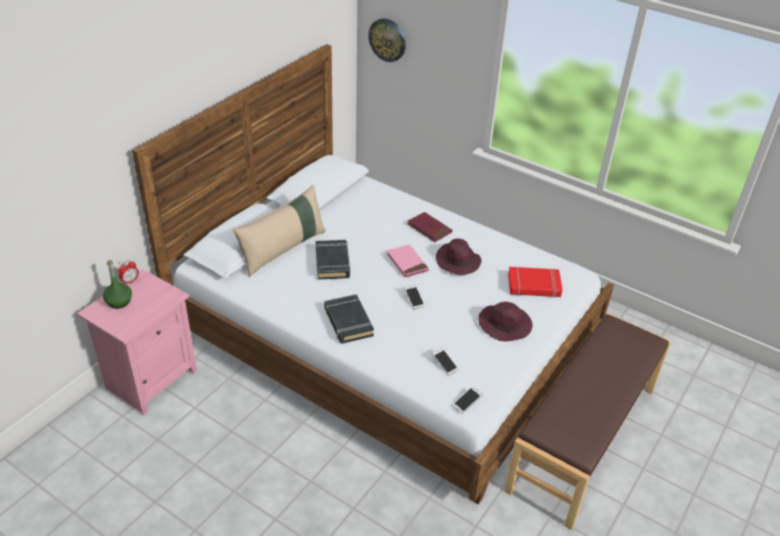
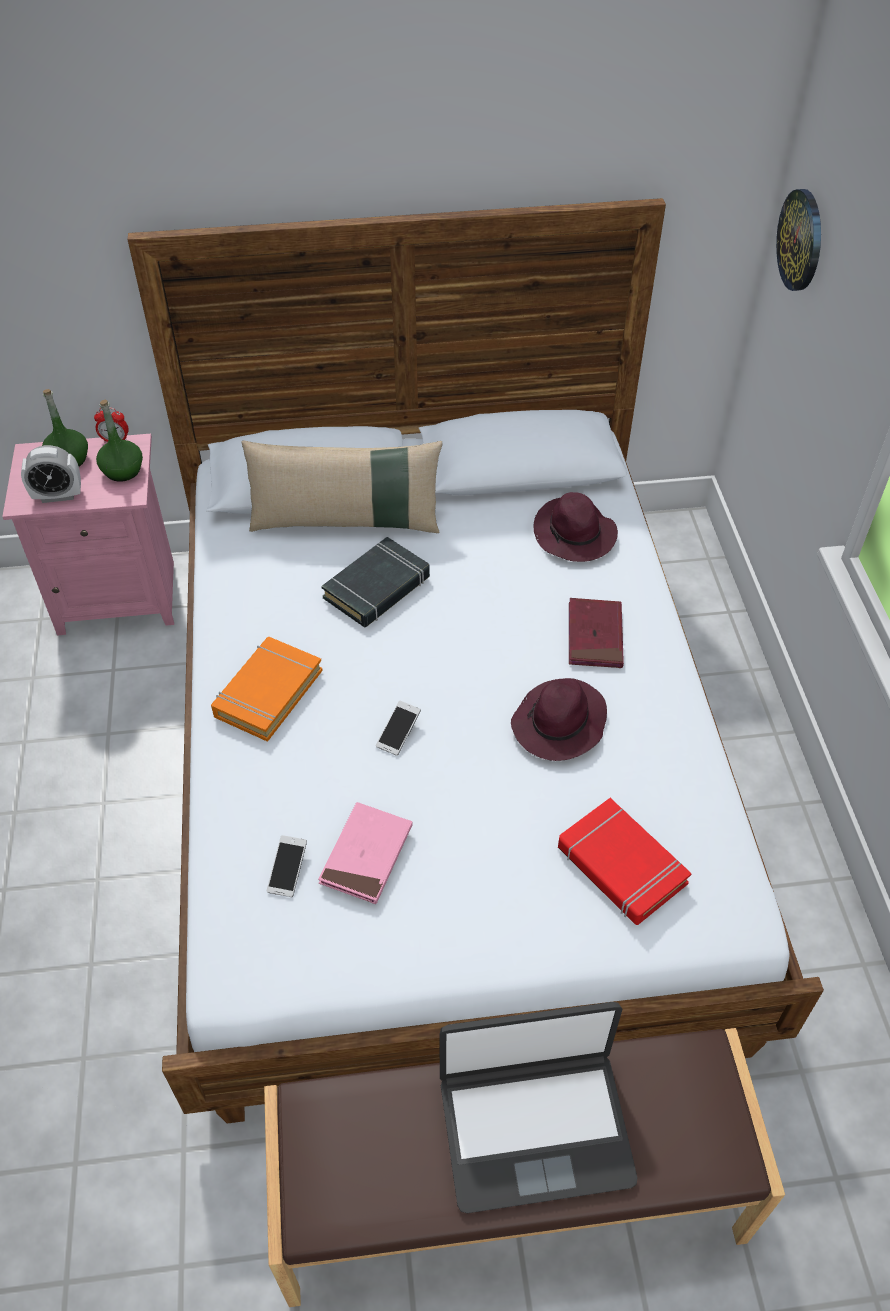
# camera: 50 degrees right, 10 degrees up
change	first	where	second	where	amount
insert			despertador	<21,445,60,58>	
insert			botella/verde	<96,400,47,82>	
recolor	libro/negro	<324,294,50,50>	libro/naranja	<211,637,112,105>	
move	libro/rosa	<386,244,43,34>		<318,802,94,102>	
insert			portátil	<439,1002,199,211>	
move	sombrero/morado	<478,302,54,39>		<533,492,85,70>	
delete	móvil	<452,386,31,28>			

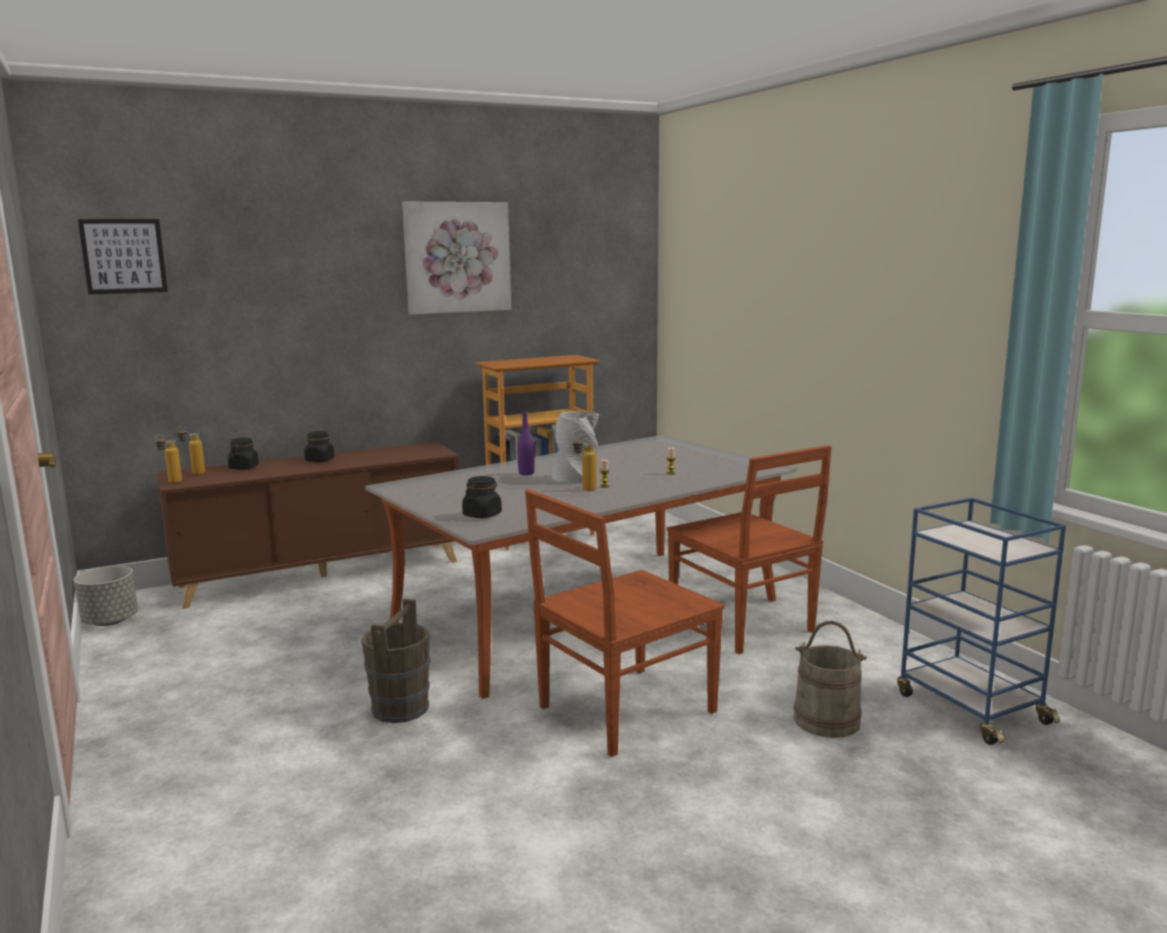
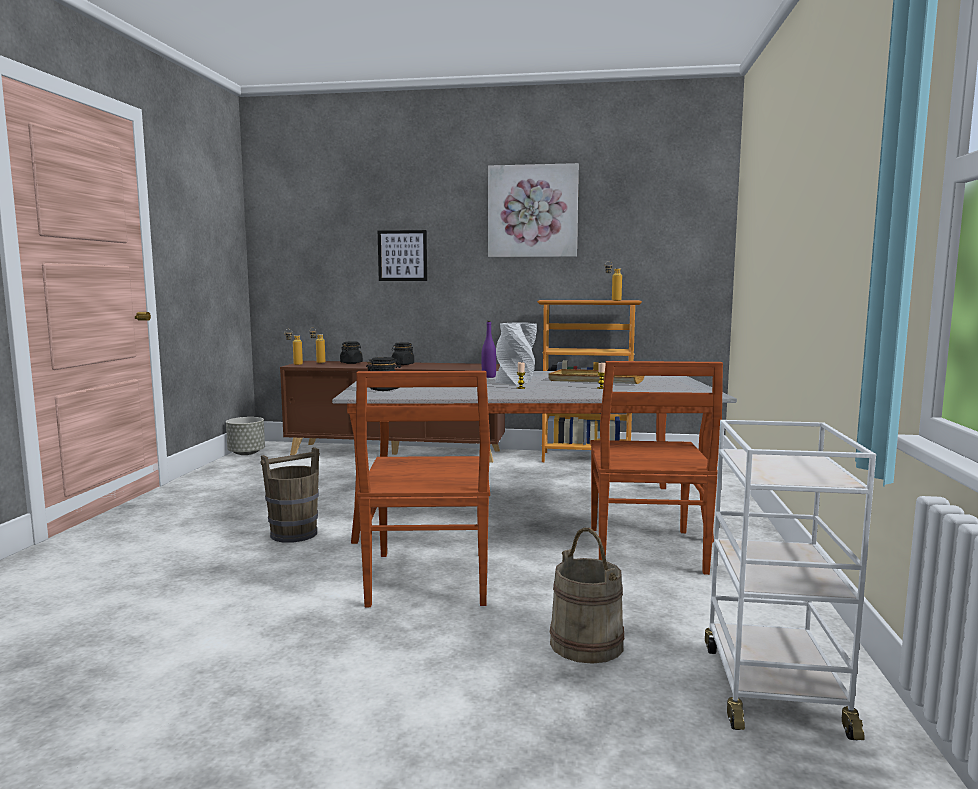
# camera: 35 degrees right, 5 degrees down
change	first	where	second	where	amount
rotate	silla/marrón	<525,489,200,268>		<356,371,134,236>	90 degrees counterclockwise
move	cuadro	<78,219,90,76>		<378,230,49,51>	
insert			bandeja/beis	<548,369,97,15>	
move	botella	<572,435,25,56>		<604,261,18,40>	
recolor	carrito/azul	<897,498,169,247>	carrito/blanco	<705,420,171,320>	

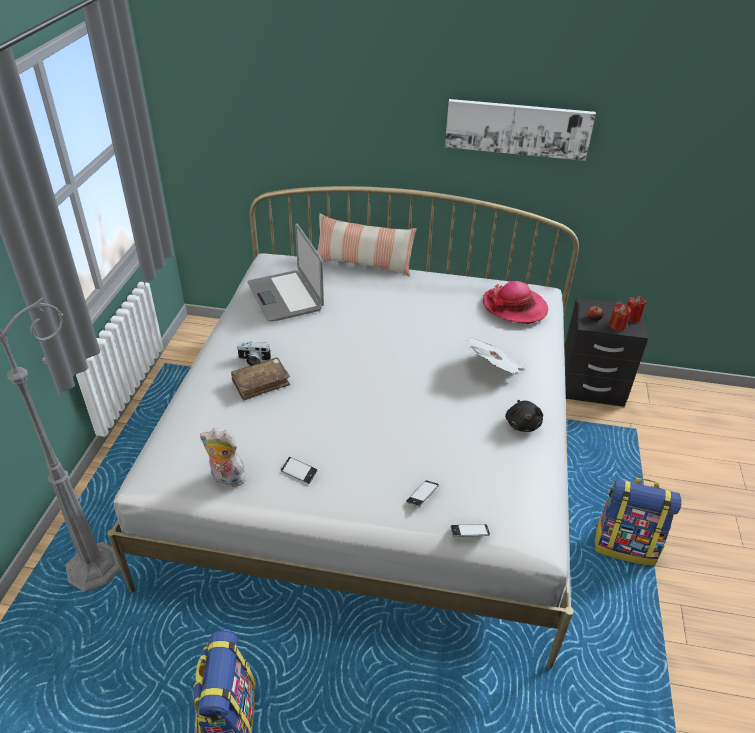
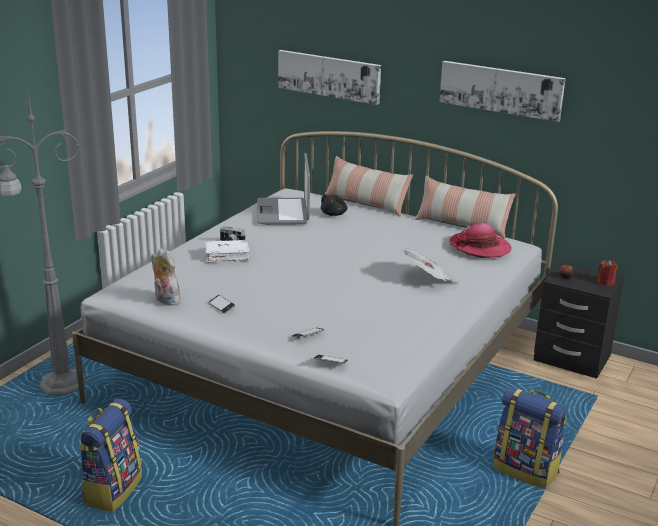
# camera: 20 degrees right, 15 degrees down
change	first	where	second	where	amount
recolor	libro/marrón	<231,358,59,43>	libro/blanco	<205,240,45,23>	
insert			cuadro	<278,50,103,55>	
move	peluche/negro	<505,400,38,32>		<321,194,26,22>	
insert			cojín	<415,176,101,63>	
delete	vela/rojo	<609,302,22,29>			

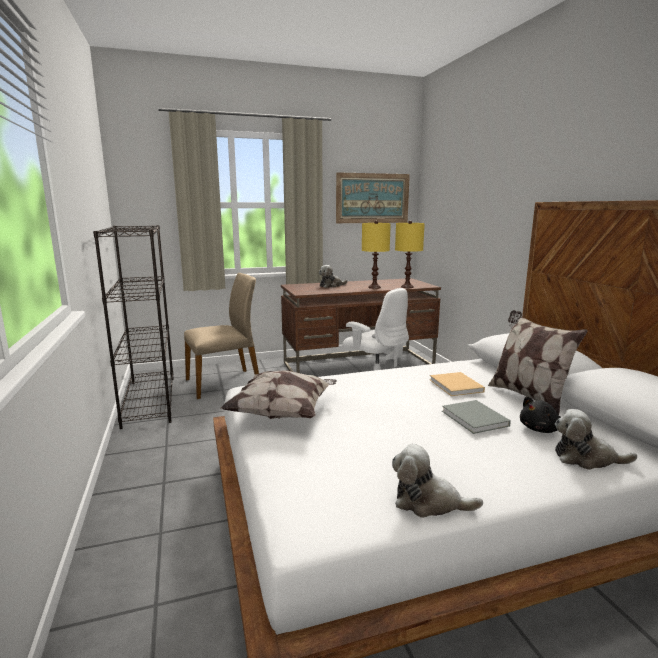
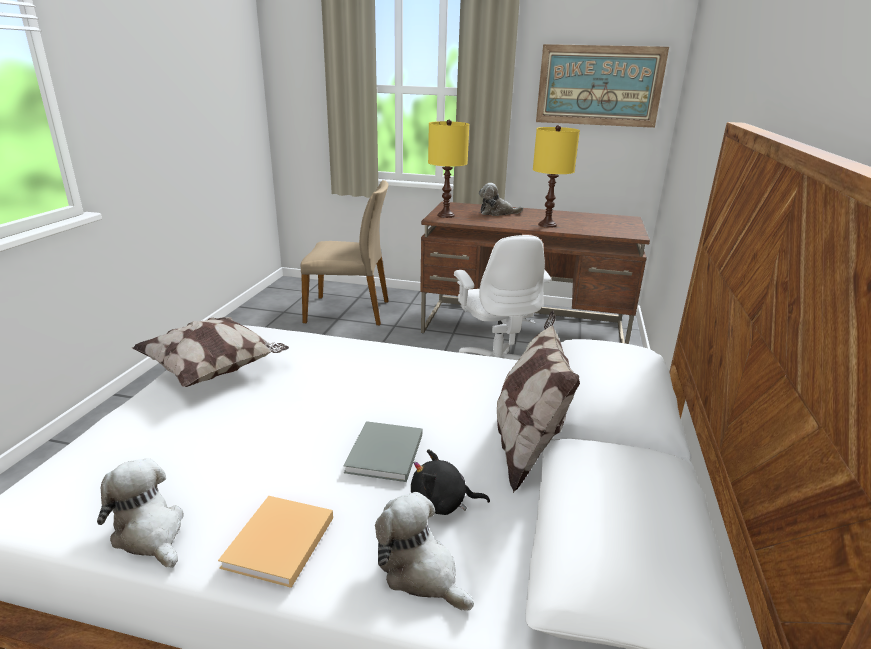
# camera: 30 degrees right, 10 degrees up
change	first	where	second	where	amount
move	libro/beis	<430,372,55,24>		<218,496,115,92>	
move	lámpara de mesa/amarillo	<395,221,30,67>		<428,119,41,99>	
delete	estantería/negro	<93,225,81,204>			

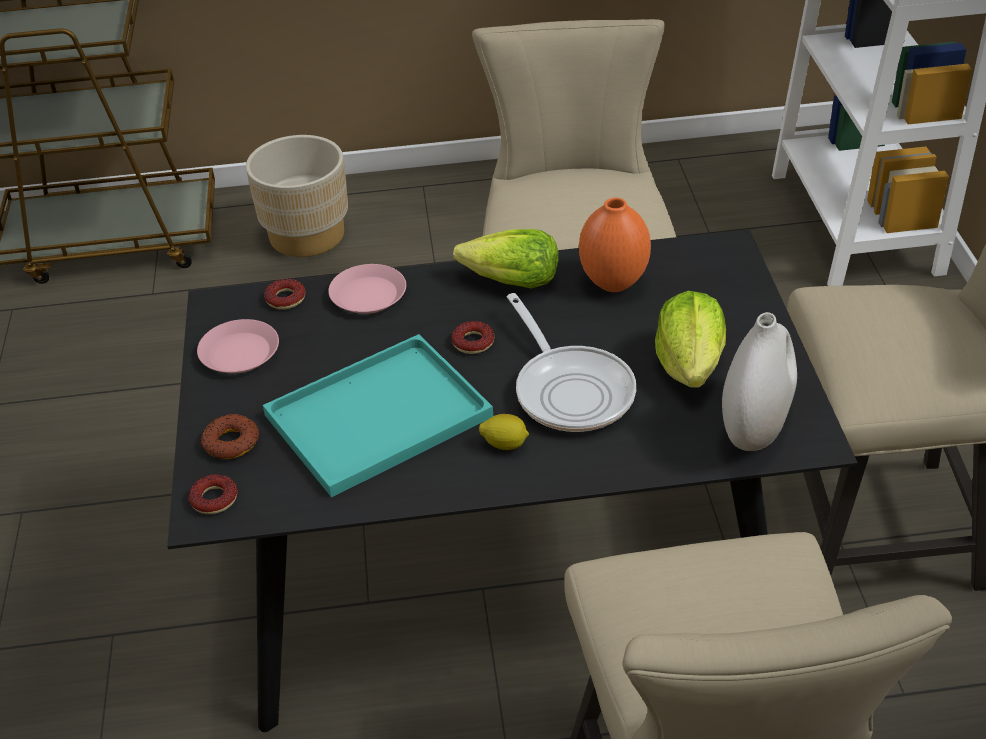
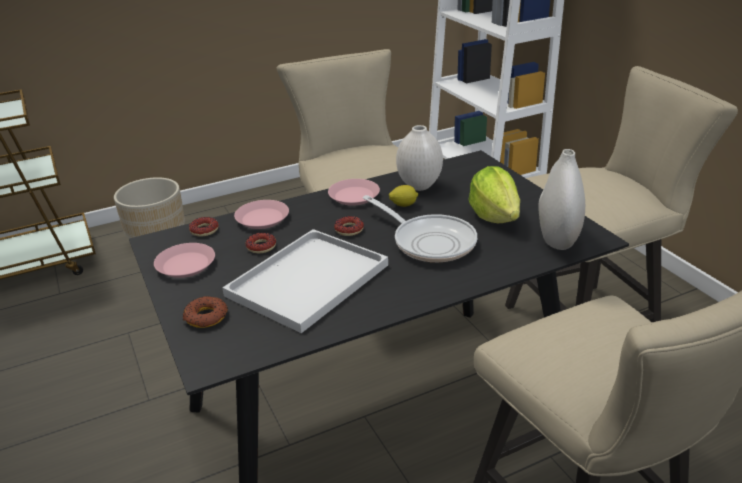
# camera: 20 degrees left, 10 degrees down
change	first	where	second	where	amount
recolor	bandeja/turquesa	<263,334,230,163>	bandeja/blanco	<222,229,166,104>	
move	rosquilla	<189,474,49,40>		<245,232,31,22>	
replace	lechuga	<453,229,105,60>	plato/rosa	<328,179,52,27>	
move	limón	<479,414,50,36>		<389,185,29,22>	
recolor	florero/naranja	<579,197,72,95>	florero/blanco	<396,125,47,66>	

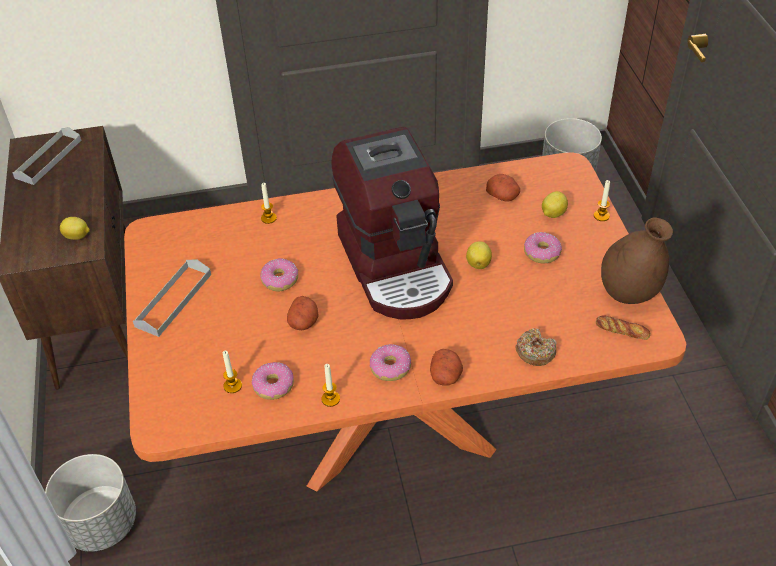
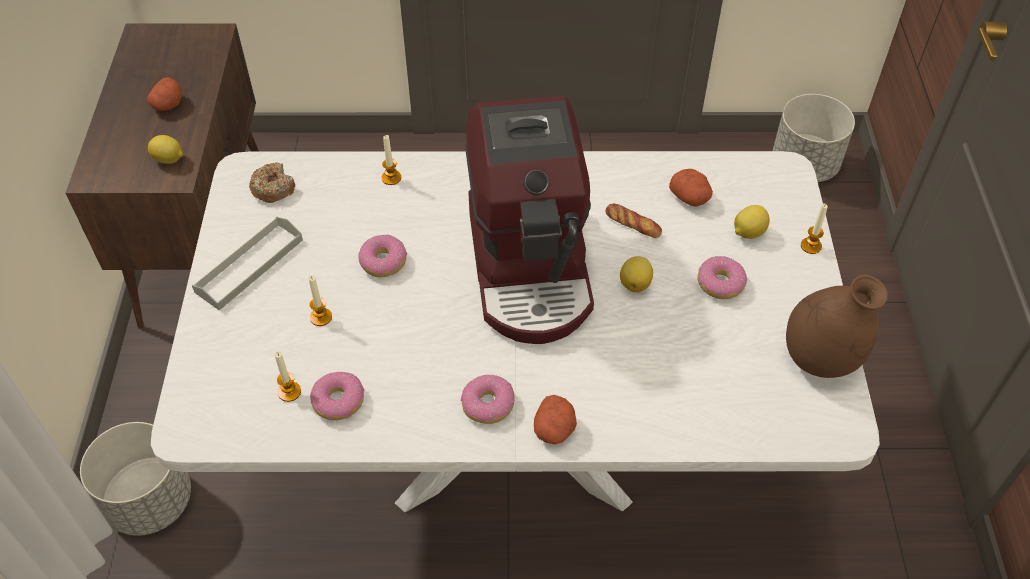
# camera: 10 degrees right, 5 degrees up
change	first	where	second	where	amount
move	patata	<287,296,32,34>		<147,77,35,34>	
recolor	mesa de comedor/naranja	<124,152,562,340>	mesa de comedor/blanco	<151,151,729,361>	
move	rosquilla	<515,328,41,38>		<249,162,46,41>	
move	vela	<321,364,19,43>		<309,276,23,50>	
move	pan	<596,316,54,24>		<605,204,57,34>	
delete	bandeja/gris	<12,127,69,58>			

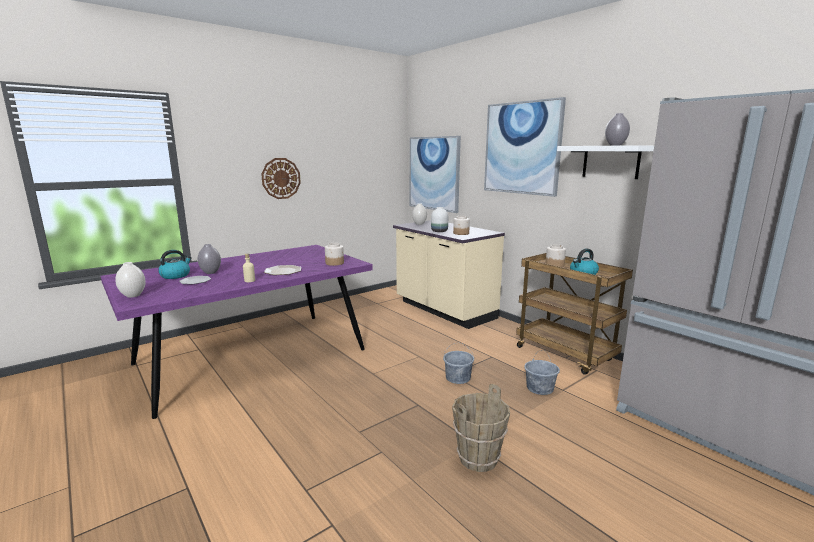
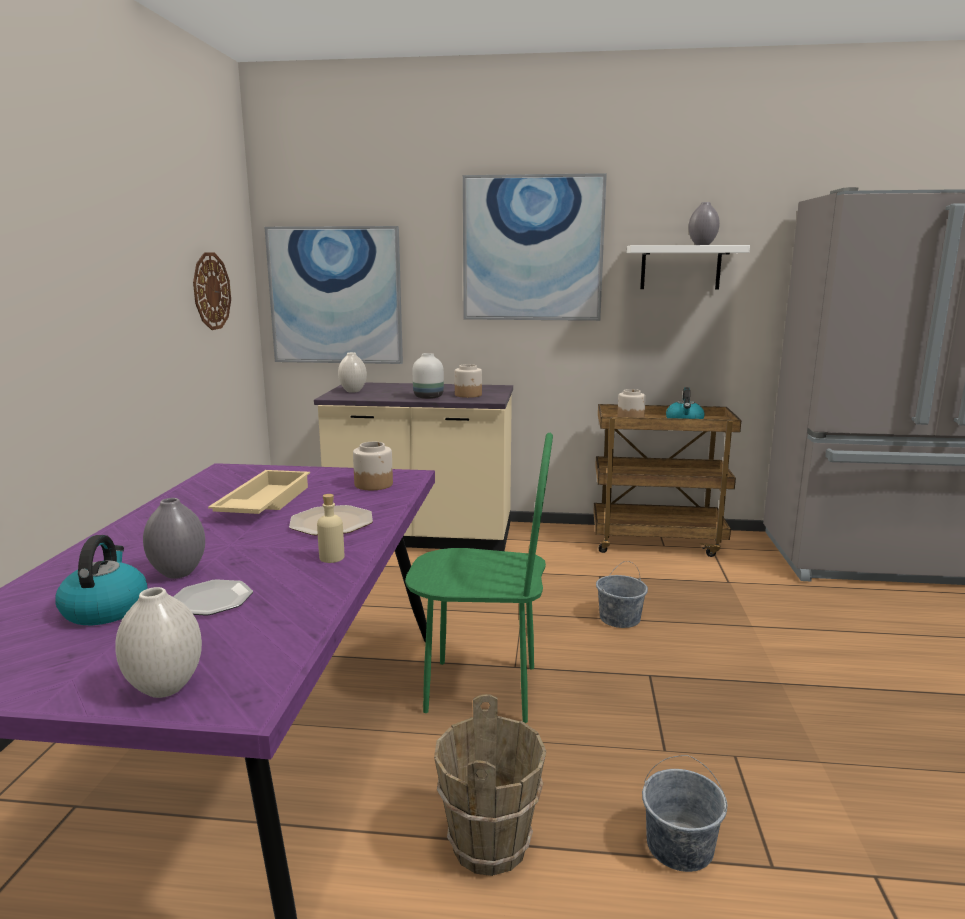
# camera: 45 degrees left, 0 degrees up
change	first	where	second	where	amount
move	reloj de pared	<261,158,40,41>		<193,252,38,78>	
insert			bandeja/beis	<208,470,102,44>	
insert			silla/verde	<405,433,148,290>	
move	cubo/marrón	<452,384,58,88>		<434,694,112,182>	
move	cubo/gris	<524,350,36,45>		<642,755,85,117>	

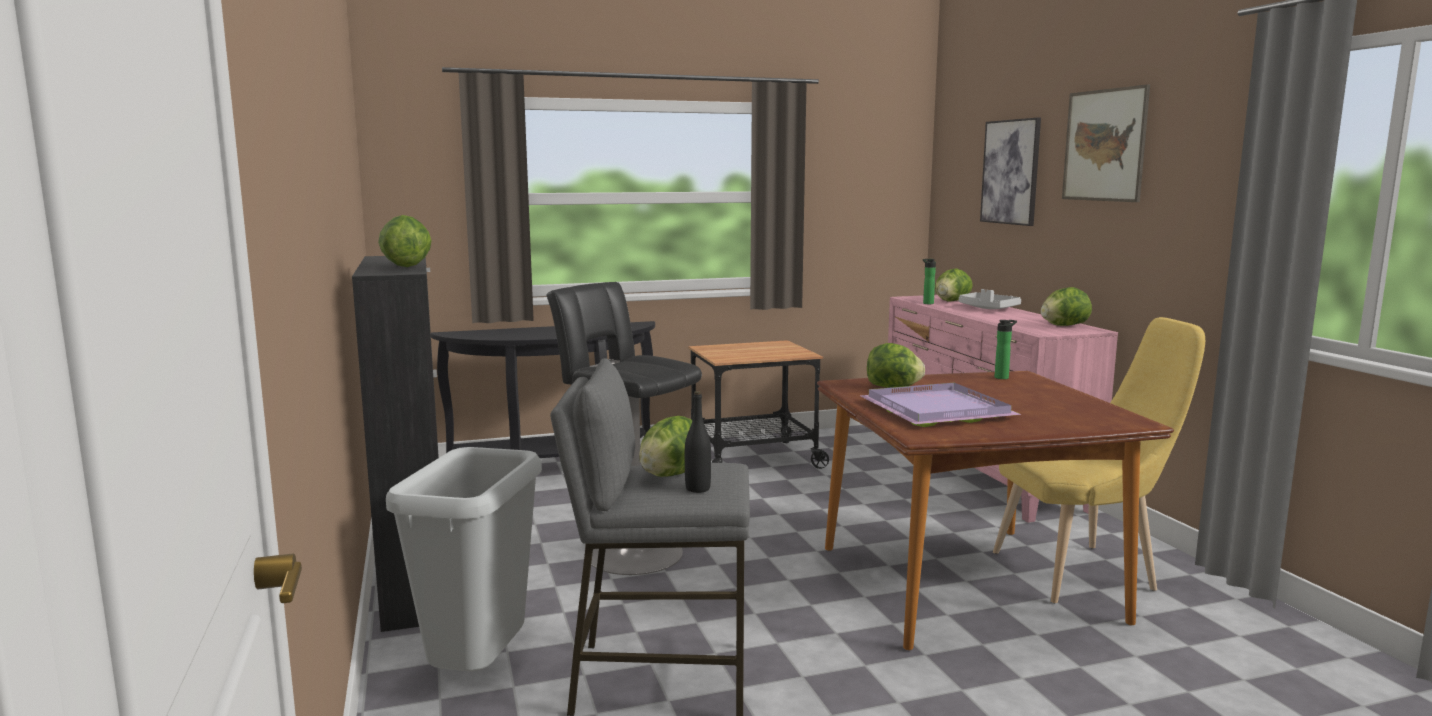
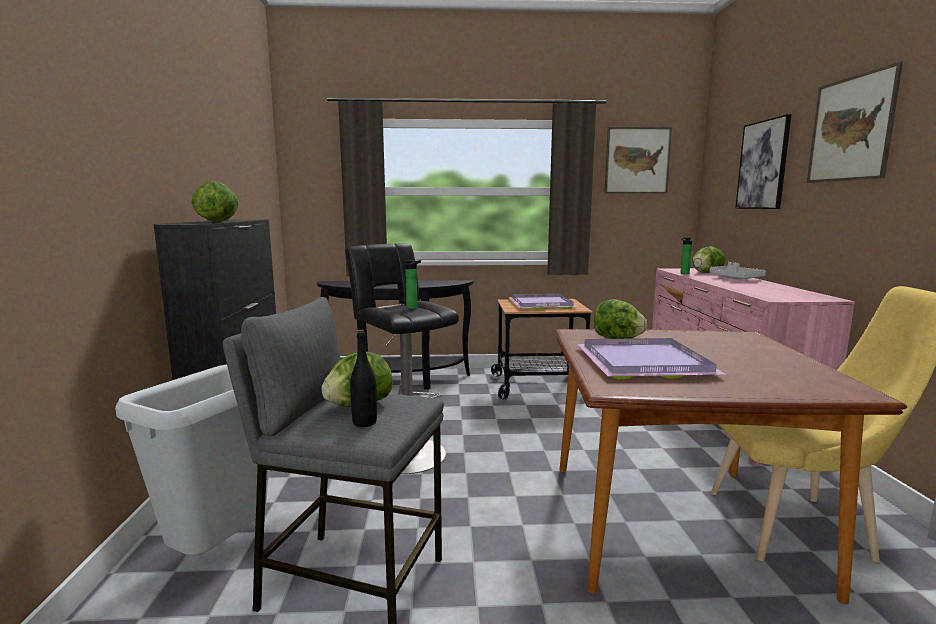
# camera: 15 degrees right, 0 degrees up
change	first	where	second	where	amount
move	botella	<994,320,23,59>		<405,260,16,49>	
insert			bandeja/morado	<509,293,69,17>	
insert			cuadro	<604,127,68,67>	
delete	lechuga	<1041,287,51,39>			

